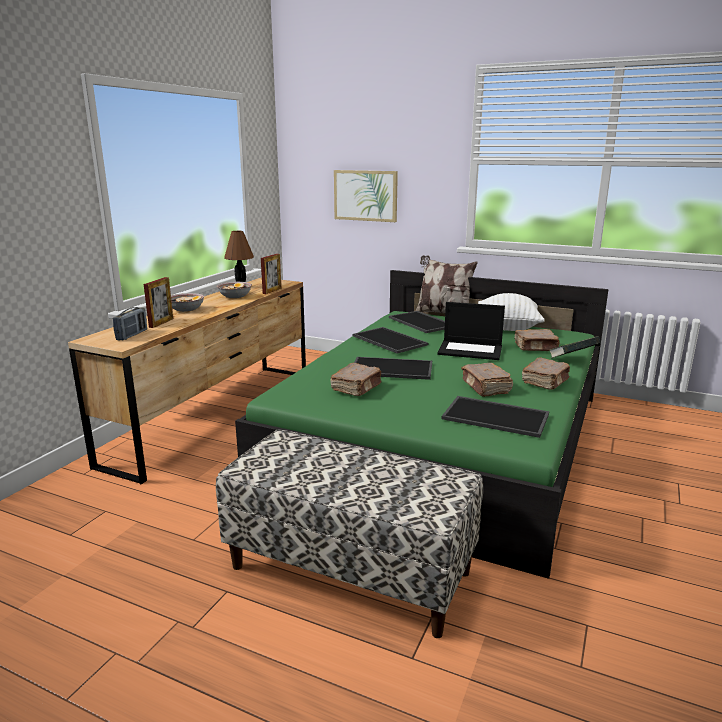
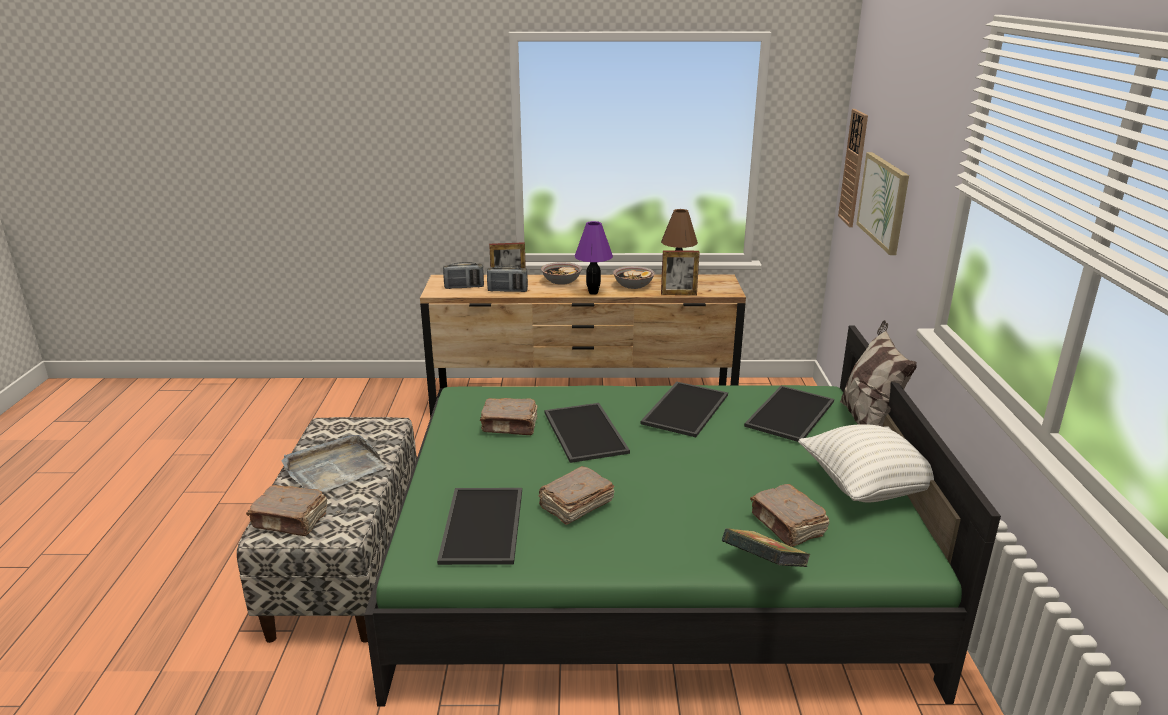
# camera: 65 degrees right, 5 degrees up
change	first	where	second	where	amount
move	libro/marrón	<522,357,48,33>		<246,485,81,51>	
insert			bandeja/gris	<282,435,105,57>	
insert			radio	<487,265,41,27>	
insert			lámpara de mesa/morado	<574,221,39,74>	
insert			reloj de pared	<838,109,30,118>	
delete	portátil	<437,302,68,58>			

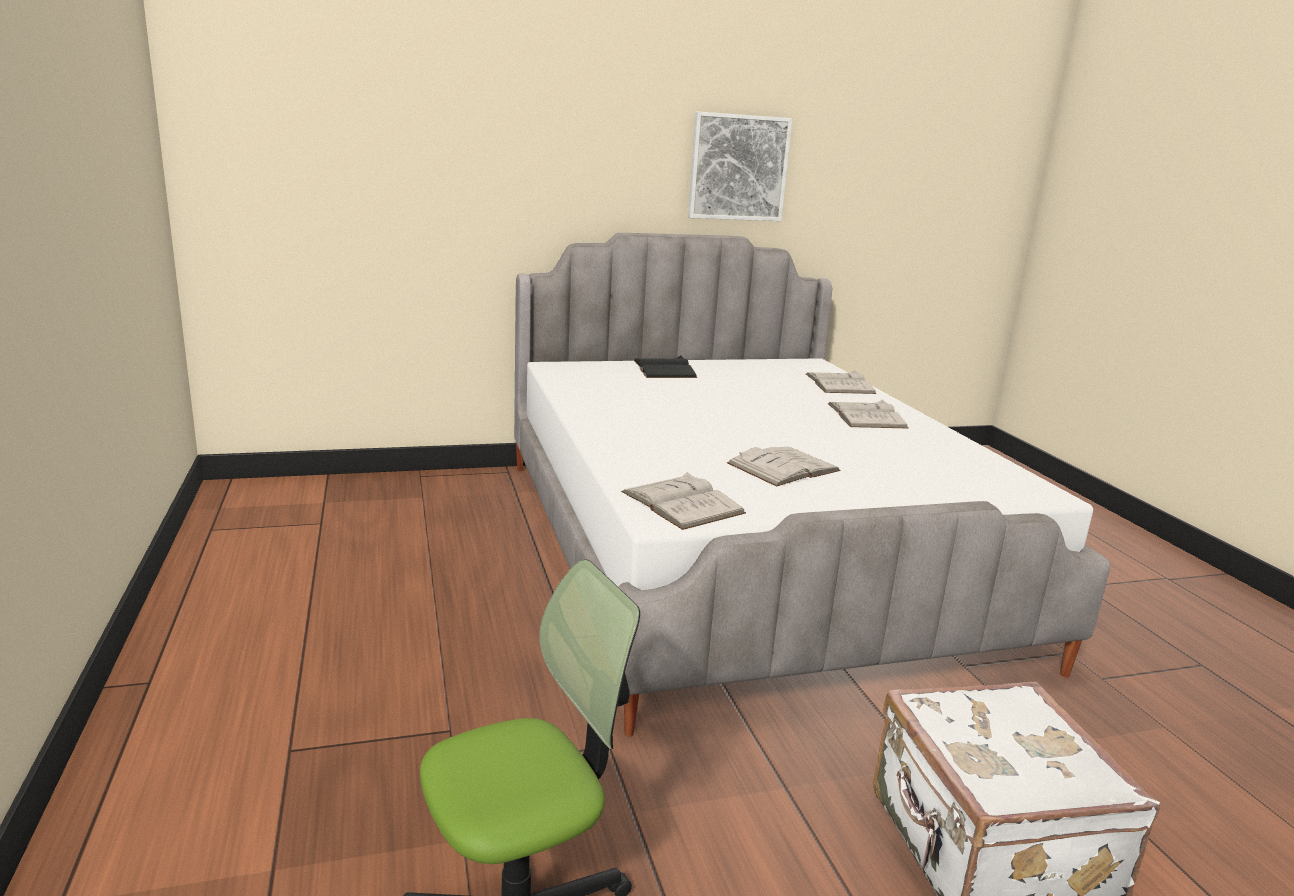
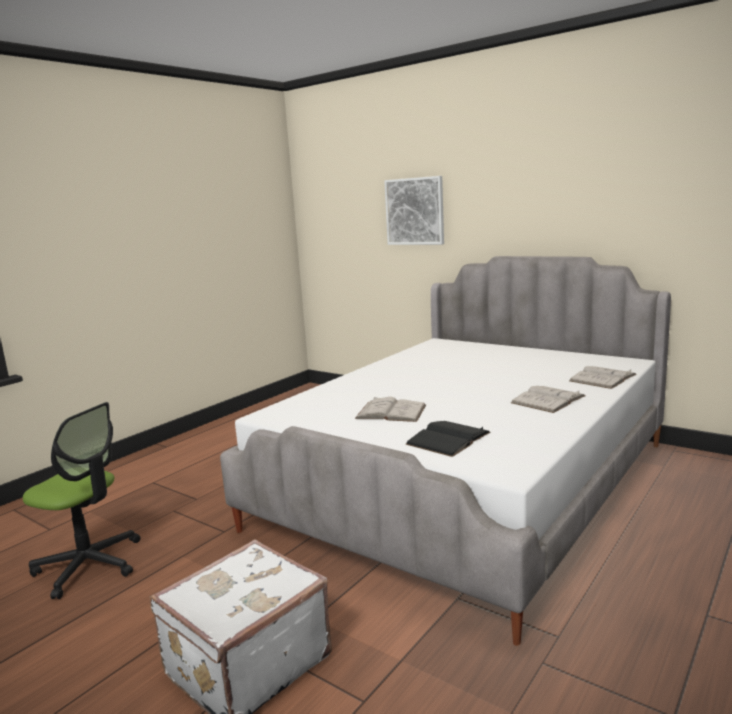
# camera: 55 degrees right, 5 degrees down
change	first	where	second	where	amount
move	cuadro	<688,112,104,109>		<384,176,60,69>	
move	libro/negro	<633,355,64,23>		<406,421,85,36>	
delete	libro/blanco	<621,472,125,58>			

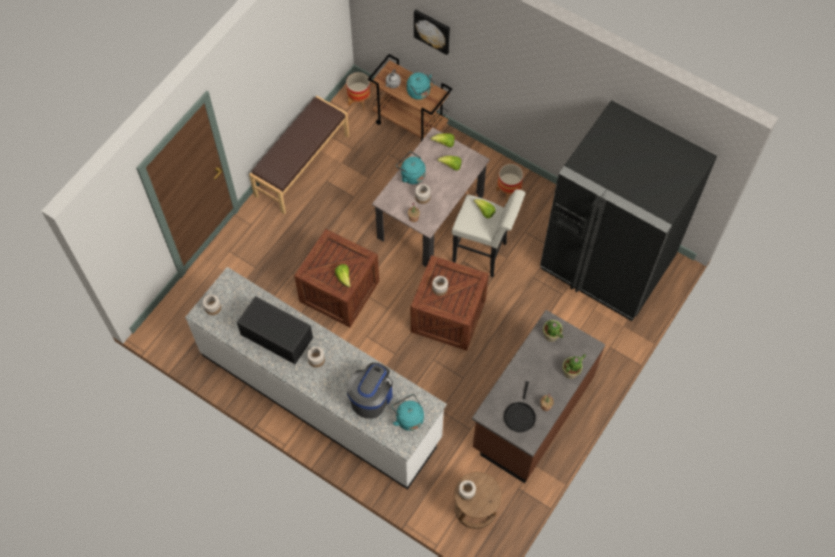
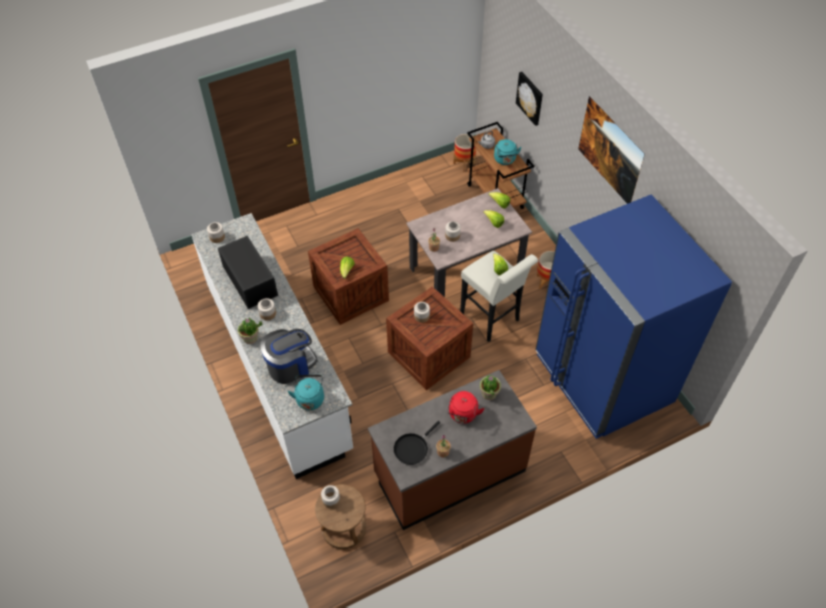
# camera: 30 degrees right, 10 degrees down
change	first	where	second	where	amount
move	planta en maceta	<562,354,24,25>		<238,318,24,26>	
insert			hervidor/rojo	<447,391,37,33>	
recolor	nevera/negro	<540,100,177,221>	nevera/azul	<535,194,197,245>	
insert			cuadro	<578,96,67,108>	
delete	banco/marrón	<249,96,100,118>			
delete	hervidor/turquesa	<396,151,30,33>			

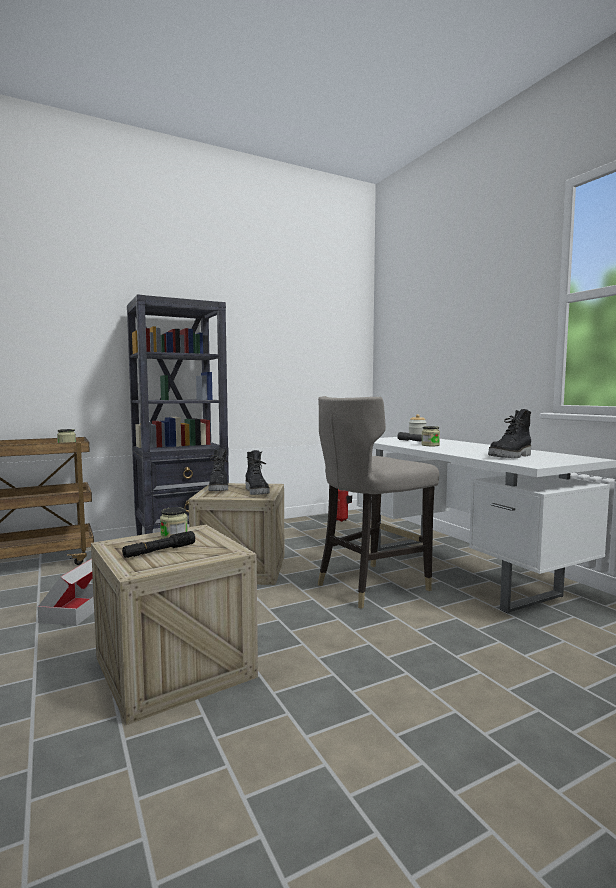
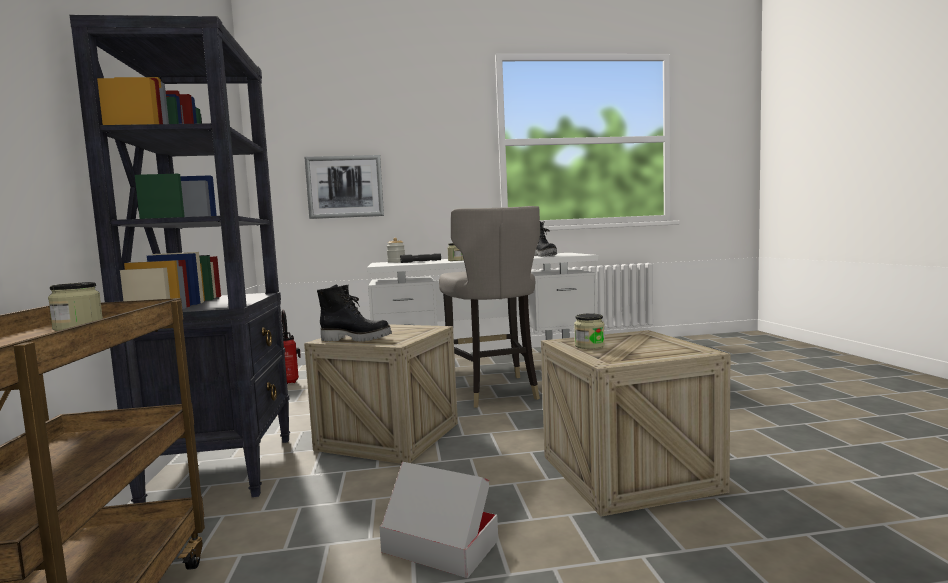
# camera: 70 degrees left, 0 degrees up
change	first	where	second	where	amount
insert			cuadro	<305,155,79,64>	
delete	linterna/negro	<122,531,73,27>			
delete	bota/negro	<245,450,25,45>			

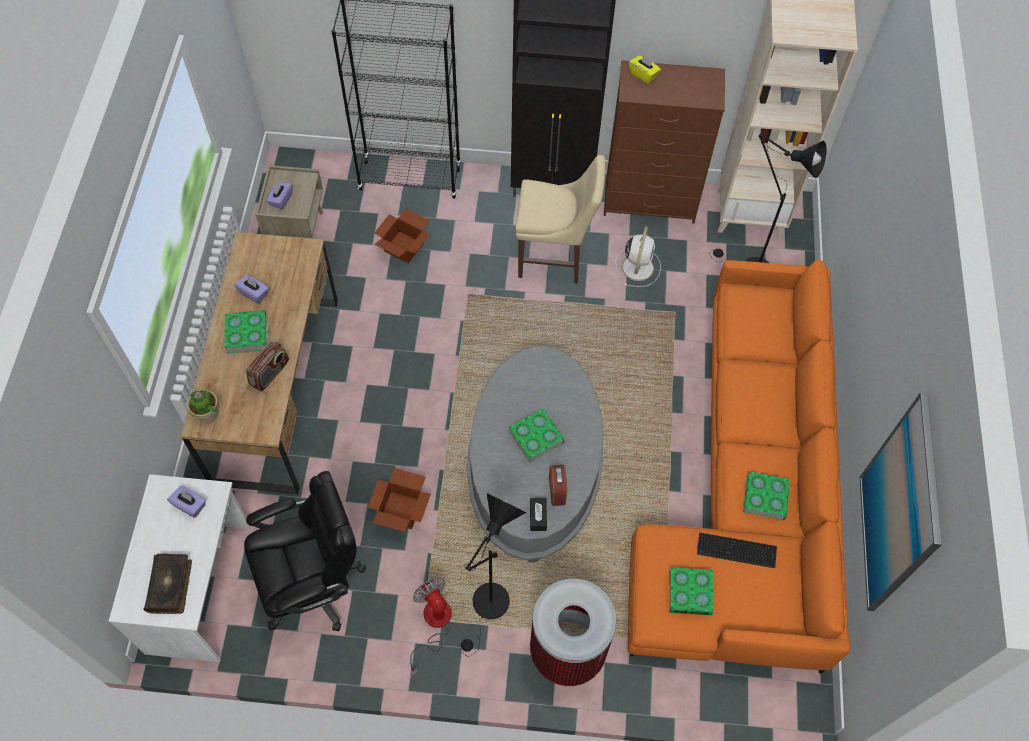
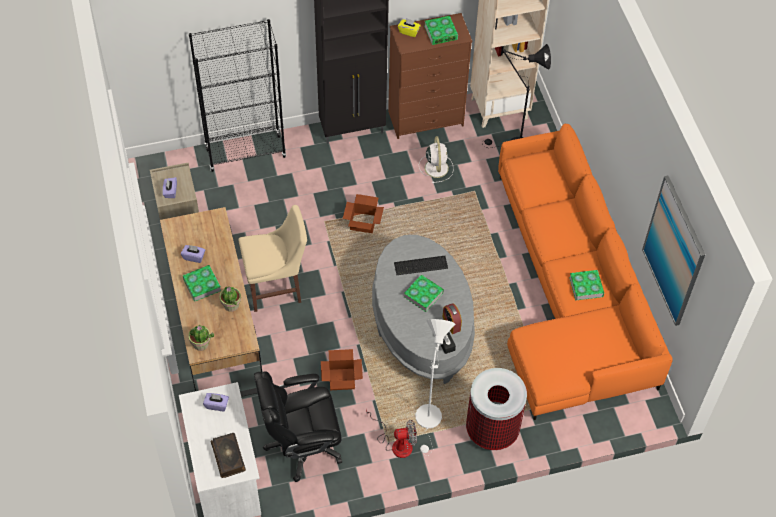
# camera: 20 degrees left, 5 degrees down
change	first	where	second	where	amount
replace	radio	<246,342,43,50>	planta en maceta	<220,286,21,26>	
move	silla/beis	<515,155,90,128>		<239,205,68,107>	
rotate	silla de oficina/negro	<244,471,122,160>		<254,371,88,111>	150 degrees counterclockwise
move	caja de cartón	<374,208,56,55>		<343,194,41,39>	
rotate	ventilador	<410,577,42,98>		<366,408,51,50>	135 degrees clockwise
move	teclado	<697,532,80,36>		<394,256,54,19>	
recolor	lámpara de pie/negro	<461,493,65,164>	lámpara de pie/blanco	<415,319,40,137>	
move	libro	<669,567,45,48>		<424,16,34,29>	

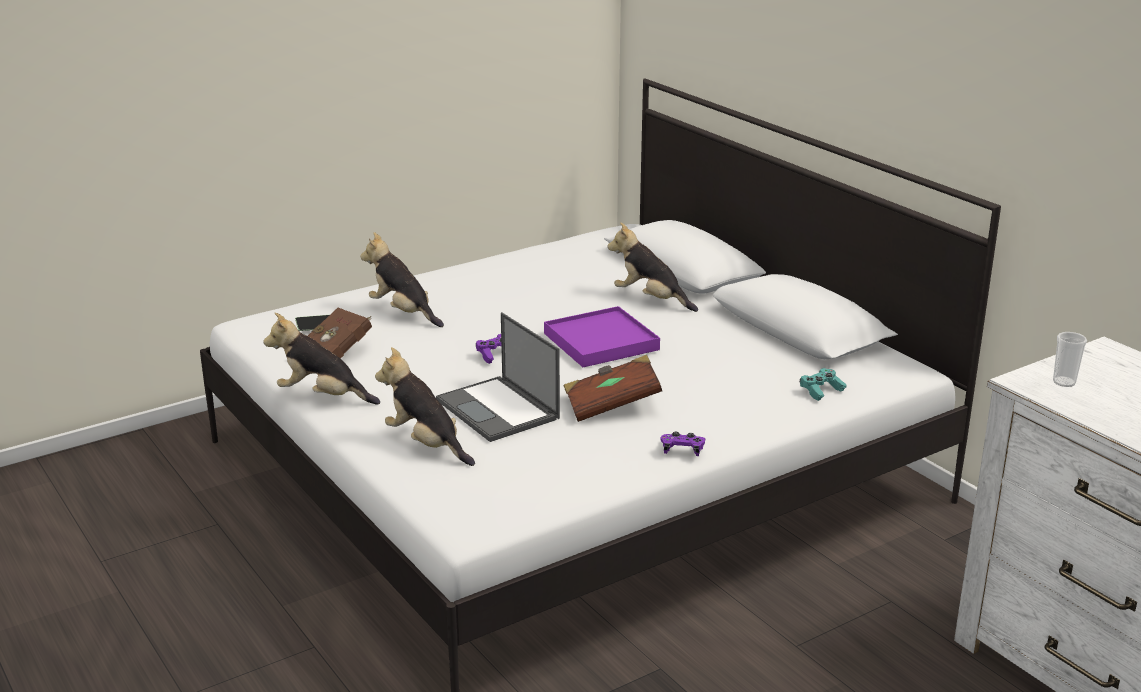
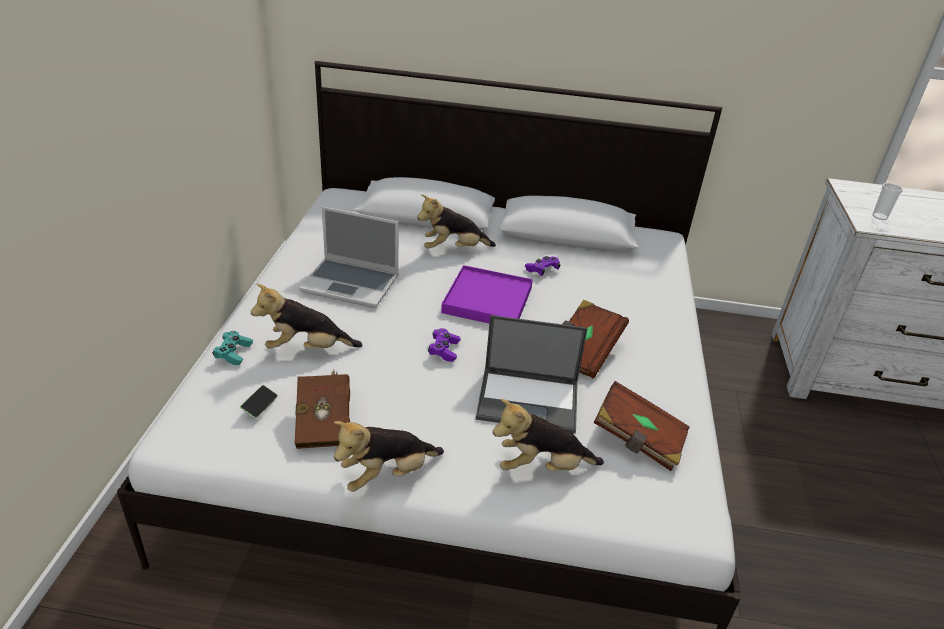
# camera: 50 degrees left, 10 degrees up
change	first	where	second	where	amount
move	mando de consola/turquesa	<800,368,47,33>		<212,331,41,34>	
insert			portátil	<299,207,100,101>	
move	mando de consola/morado	<661,431,44,25>		<525,256,35,20>	
insert			libro/marrón	<593,381,97,90>	

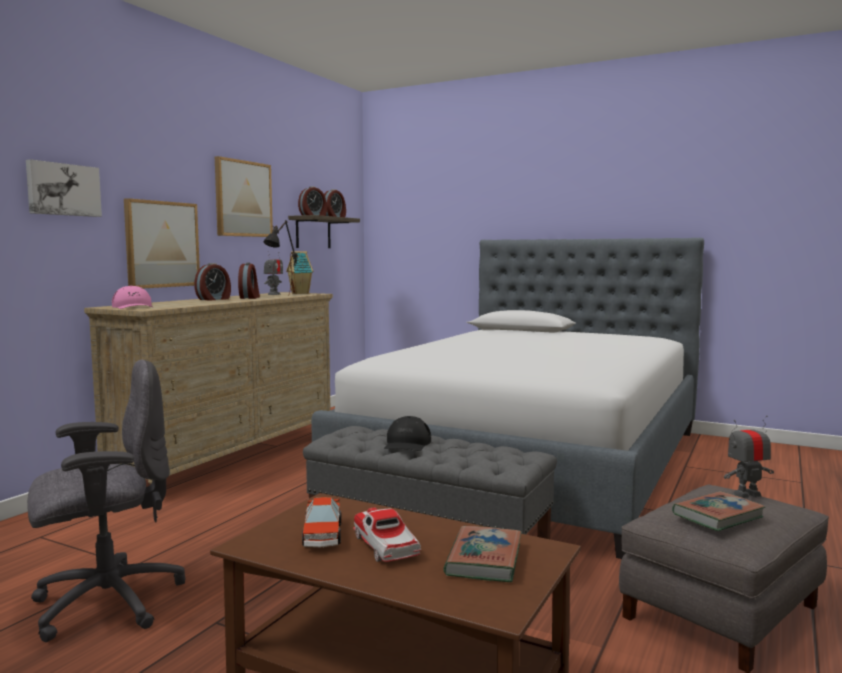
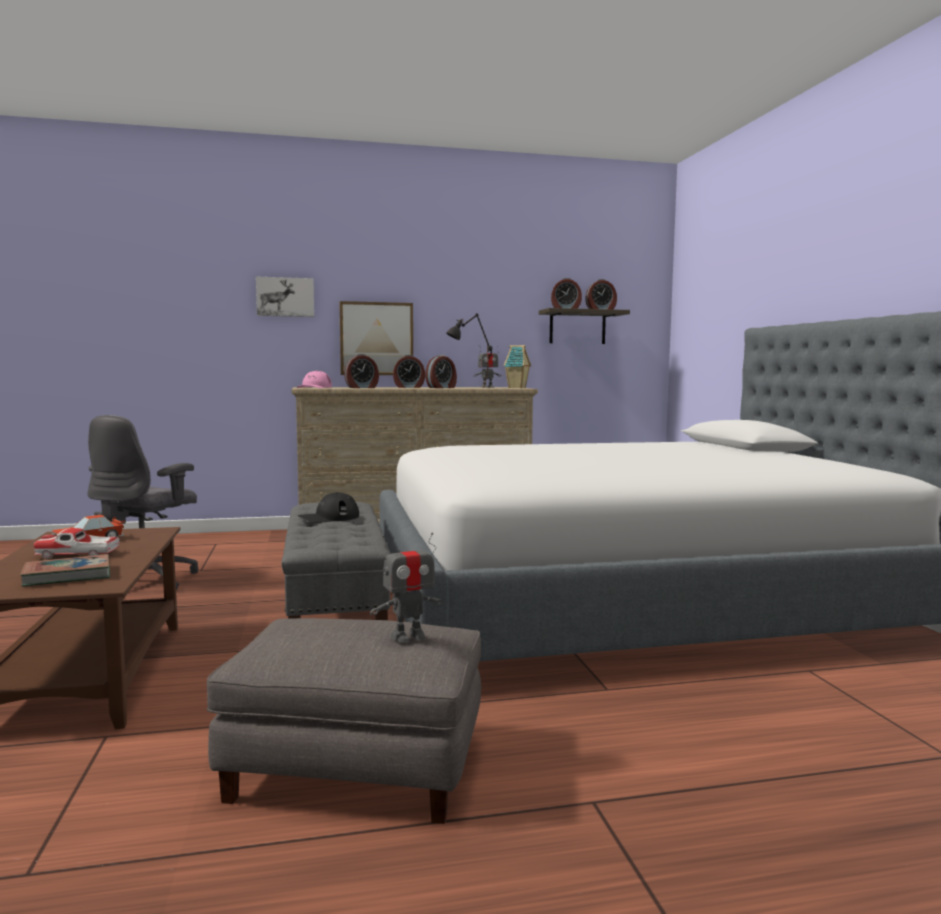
# camera: 50 degrees right, 0 degrees up
change	first	where	second	where	amount
rotate	coche de juguete	<353,507,68,55>		<34,528,86,31>	120 degrees counterclockwise
rotate	silla de oficina/gris	<27,359,158,283>		<87,415,111,175>	90 degrees clockwise
insert			despertador	<344,354,35,34>	
rotate	robot de juguete	<724,415,50,83>		<370,533,74,110>	120 degrees clockwise
delete	cuadro	<215,156,58,81>			
delete	libro	<672,491,93,40>			

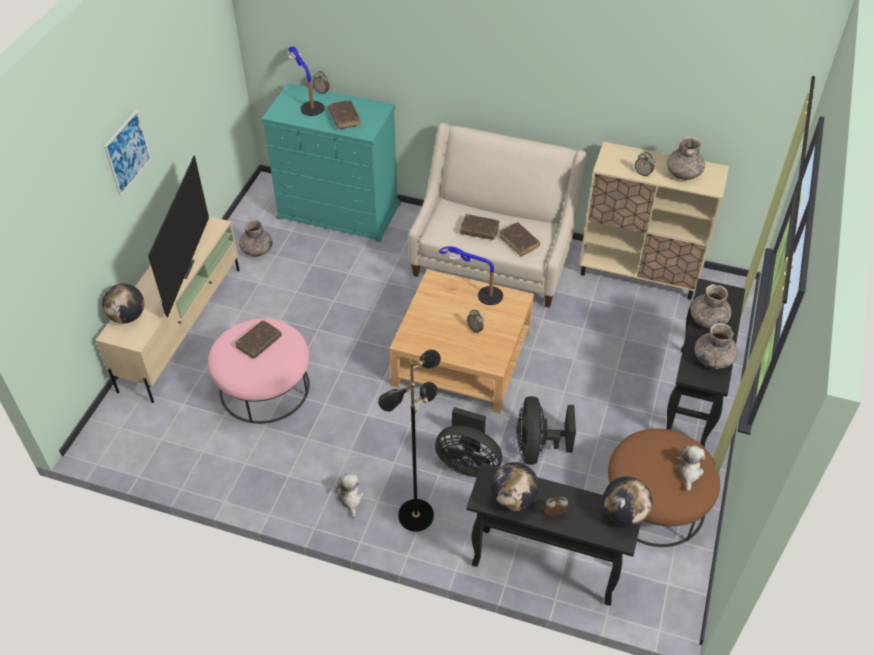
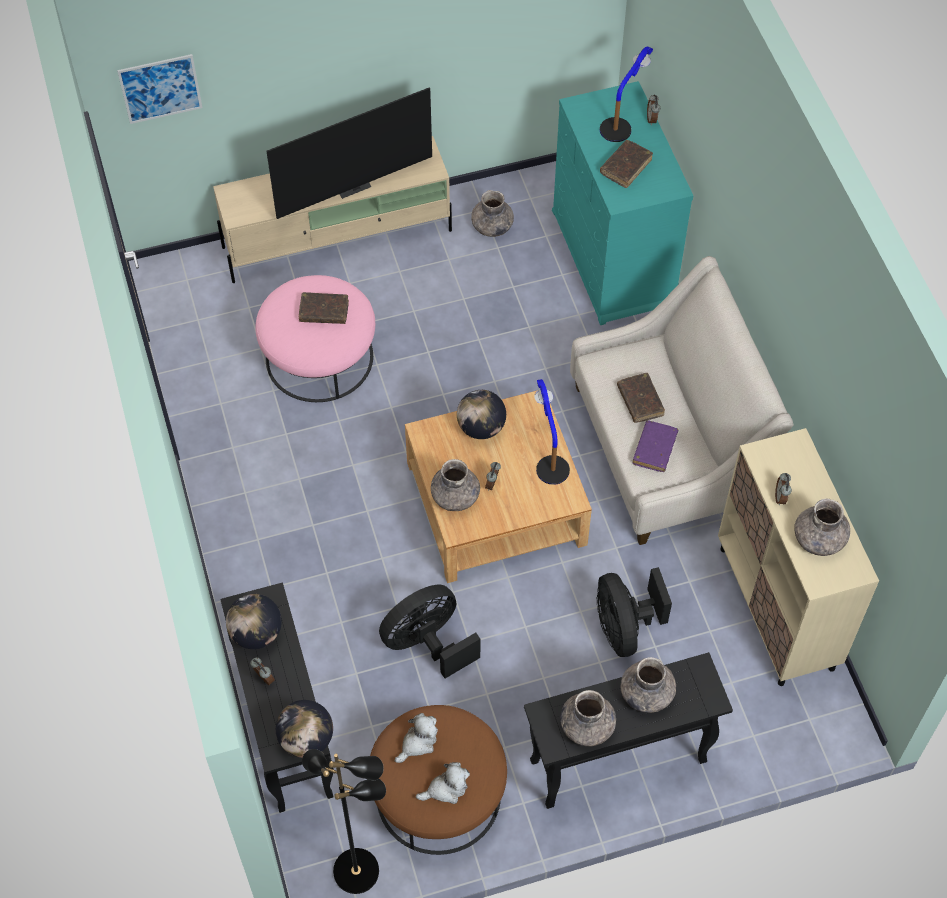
# camera: 55 degrees right, 10 degrees up
change	first	where	second	where	amount
move	cuadro	<104,109,47,87>		<117,54,85,70>	
move	lámpara de pie/negro	<378,349,63,183>		<302,749,84,145>	
move	peluche	<335,473,29,45>		<395,713,43,50>	
insert			florero/gris	<431,459,49,52>	
move	globo terráqueo	<102,283,42,40>		<457,390,49,49>	
move	ventilador/negro	<435,407,67,70>		<596,567,76,90>	
recolor	libro/marrón	<499,222,41,34>	libro/morado	<633,420,45,52>	

